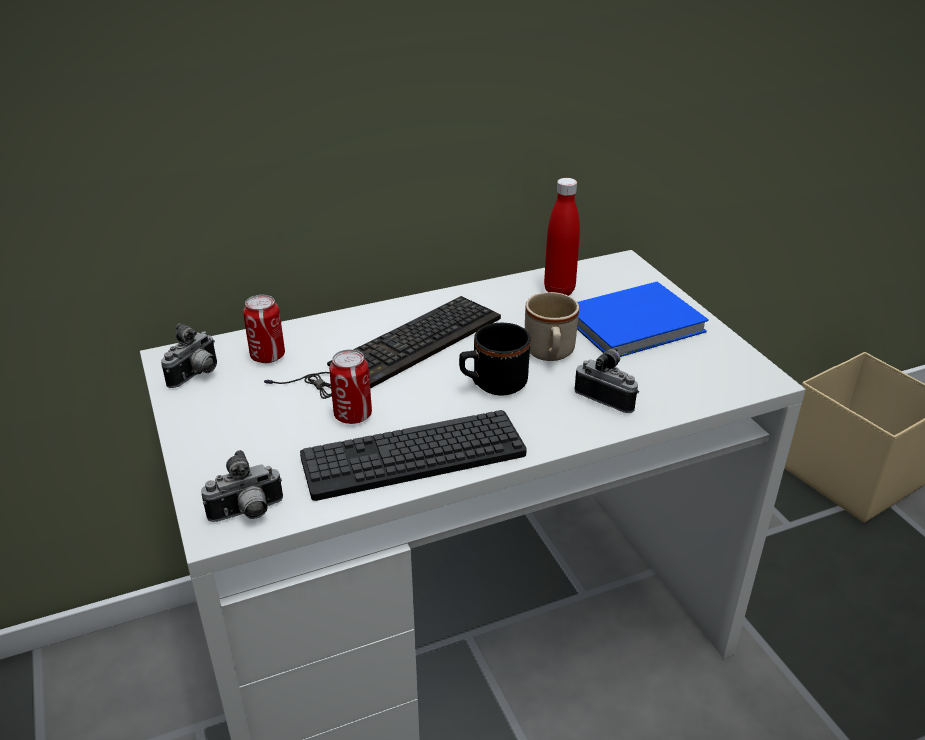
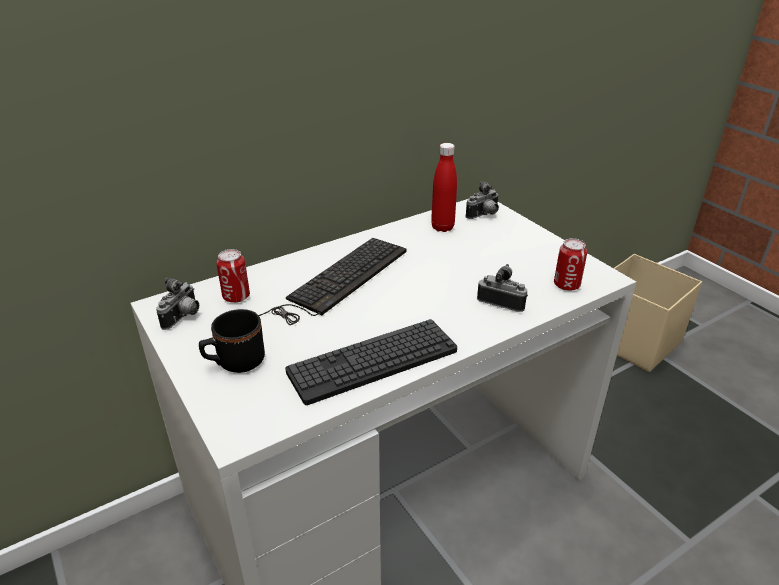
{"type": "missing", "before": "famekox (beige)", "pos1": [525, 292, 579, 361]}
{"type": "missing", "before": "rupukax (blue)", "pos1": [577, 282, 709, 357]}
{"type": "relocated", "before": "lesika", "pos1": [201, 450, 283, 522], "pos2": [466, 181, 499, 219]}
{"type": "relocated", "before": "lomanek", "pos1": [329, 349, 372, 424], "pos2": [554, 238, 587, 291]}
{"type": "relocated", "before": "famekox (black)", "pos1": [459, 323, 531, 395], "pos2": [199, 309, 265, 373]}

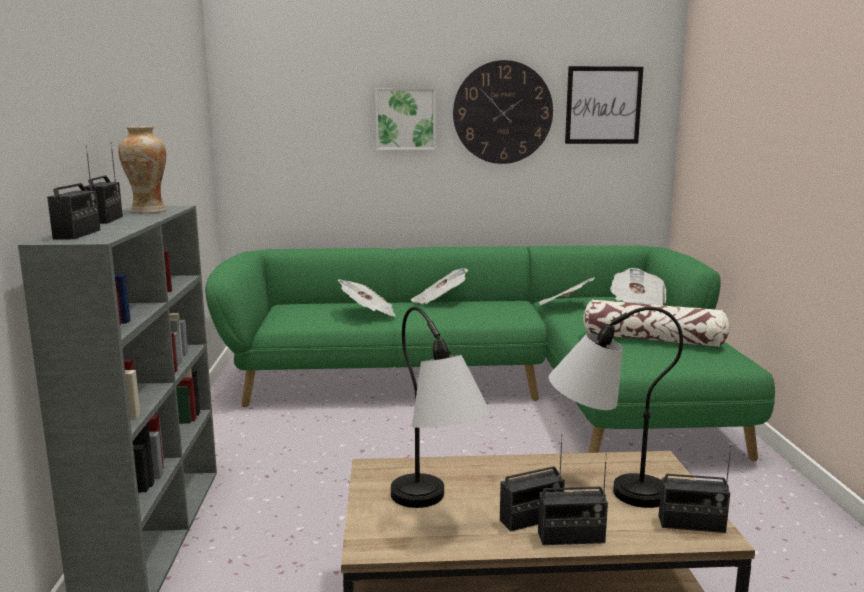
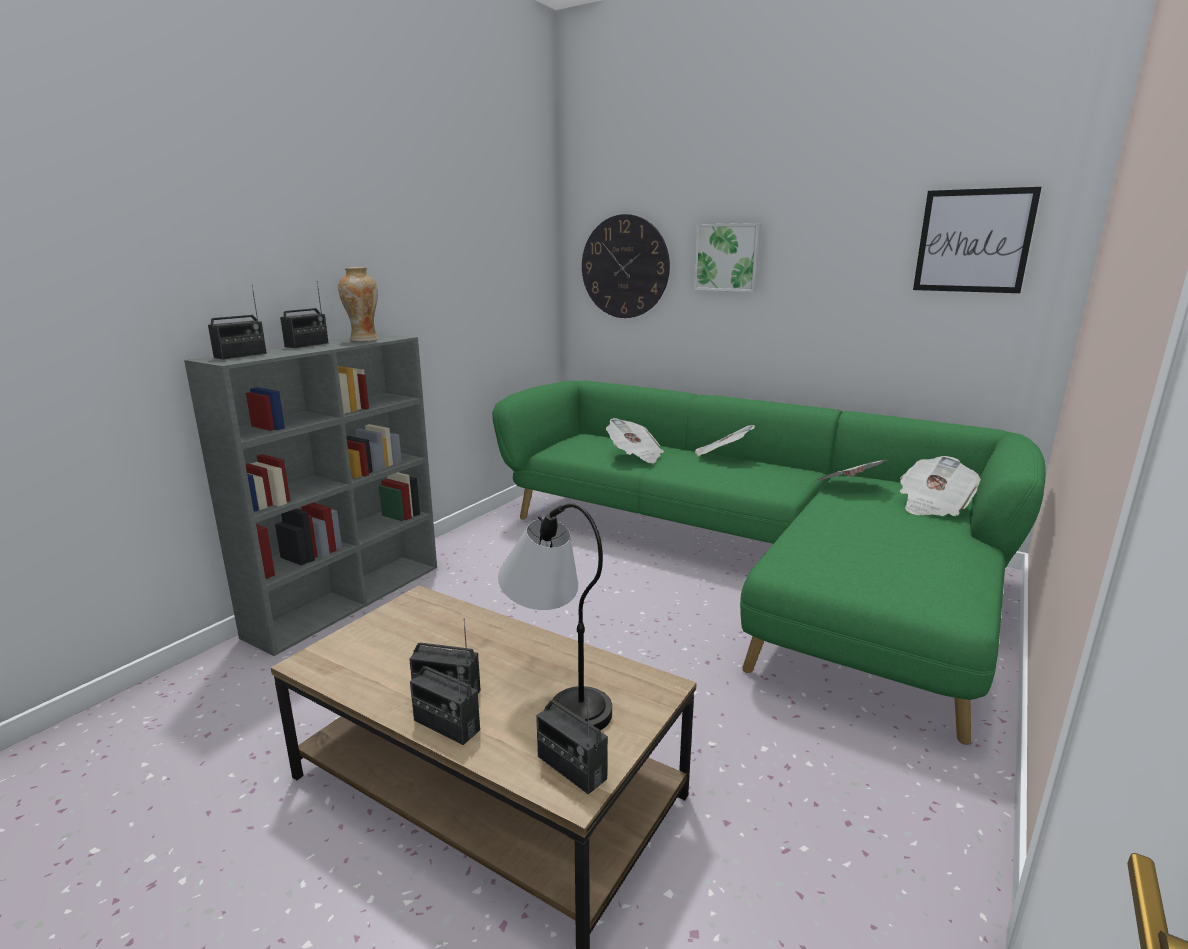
{"type": "missing", "before": "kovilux", "pos1": [391, 307, 491, 508]}
{"type": "missing", "before": "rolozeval", "pos1": [583, 299, 729, 347]}
{"type": "relocated", "before": "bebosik", "pos1": [453, 60, 553, 164], "pos2": [582, 214, 670, 318]}

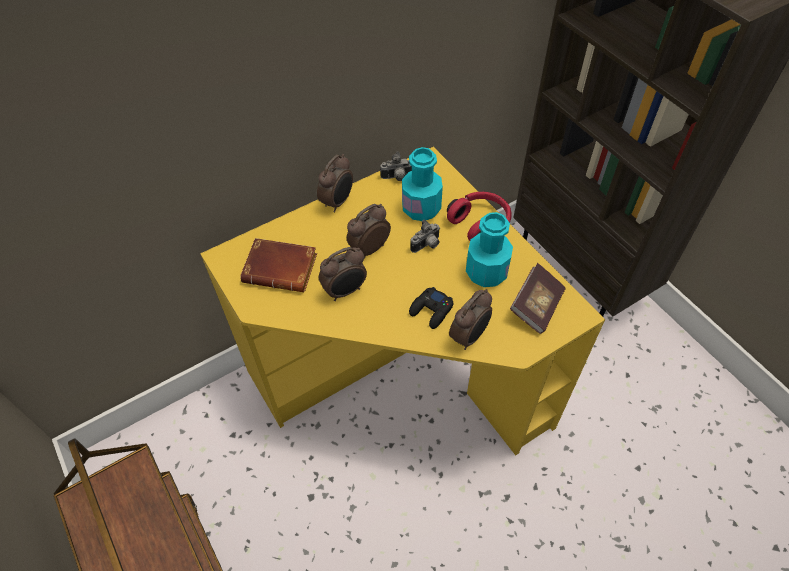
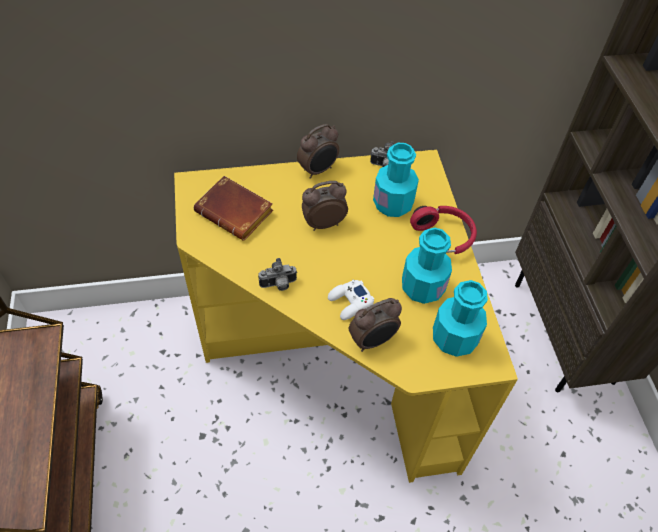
{"type": "missing", "before": "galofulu", "pos1": [319, 247, 367, 301]}
{"type": "relocated", "before": "lesika", "pos1": [410, 219, 440, 253], "pos2": [258, 258, 297, 291]}
{"type": "exchanged", "before": "rupukax", "after": "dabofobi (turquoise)", "pos1": [510, 263, 566, 334], "pos2": [433, 280, 488, 357]}
{"type": "colour", "before": "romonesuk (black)", "after": "romonesuk (white)", "pos1": [409, 287, 454, 329], "pos2": [328, 280, 374, 320]}

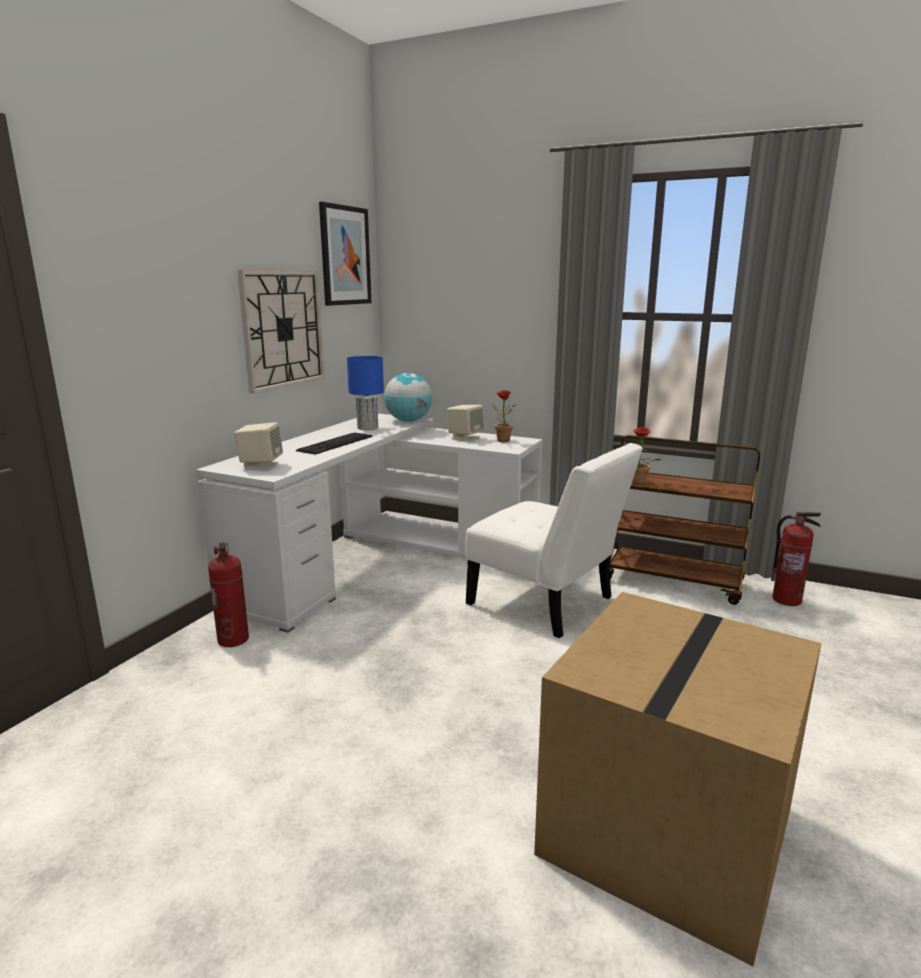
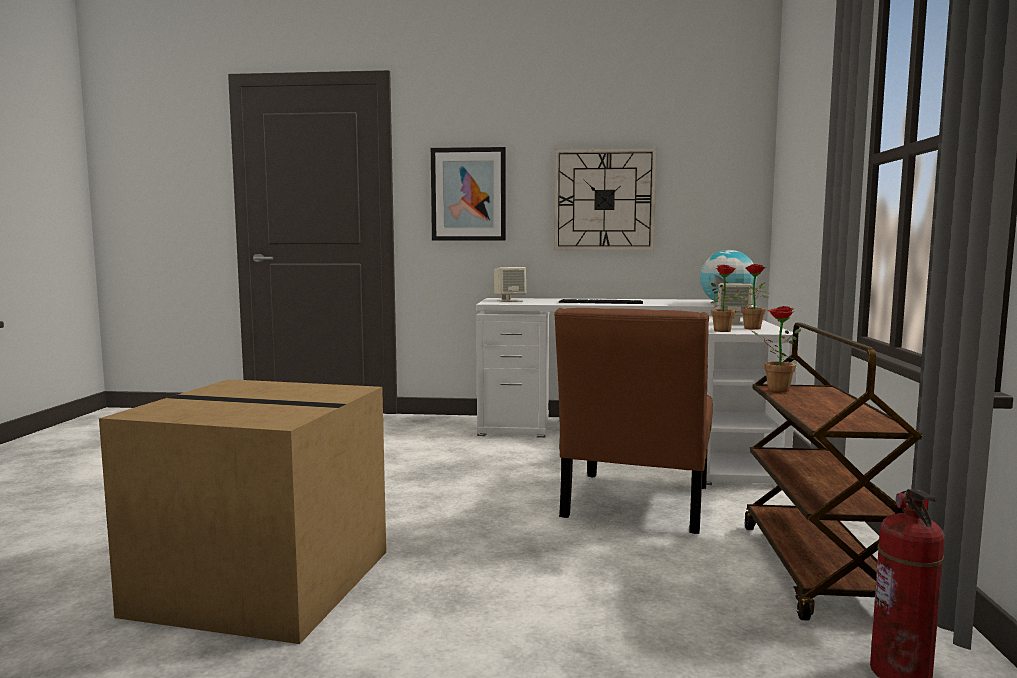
{"type": "missing", "before": "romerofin", "pos1": [208, 542, 249, 647]}
{"type": "missing", "before": "kovilux (blue)", "pos1": [347, 356, 384, 430]}
{"type": "appeared", "after": "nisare", "pos2": [711, 265, 751, 332]}
{"type": "relocated", "before": "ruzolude", "pos1": [319, 202, 371, 306], "pos2": [431, 147, 506, 241]}
{"type": "colour", "before": "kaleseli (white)", "after": "kaleseli (brown)", "pos1": [465, 443, 643, 638], "pos2": [554, 308, 713, 534]}

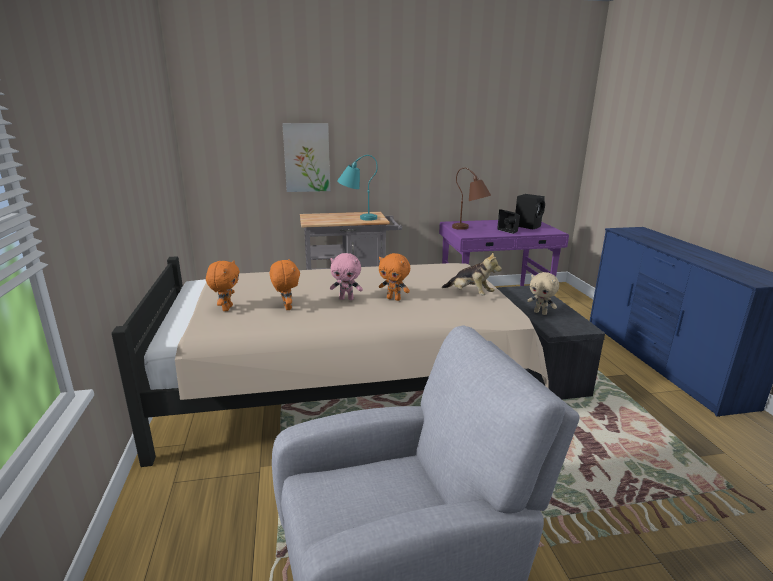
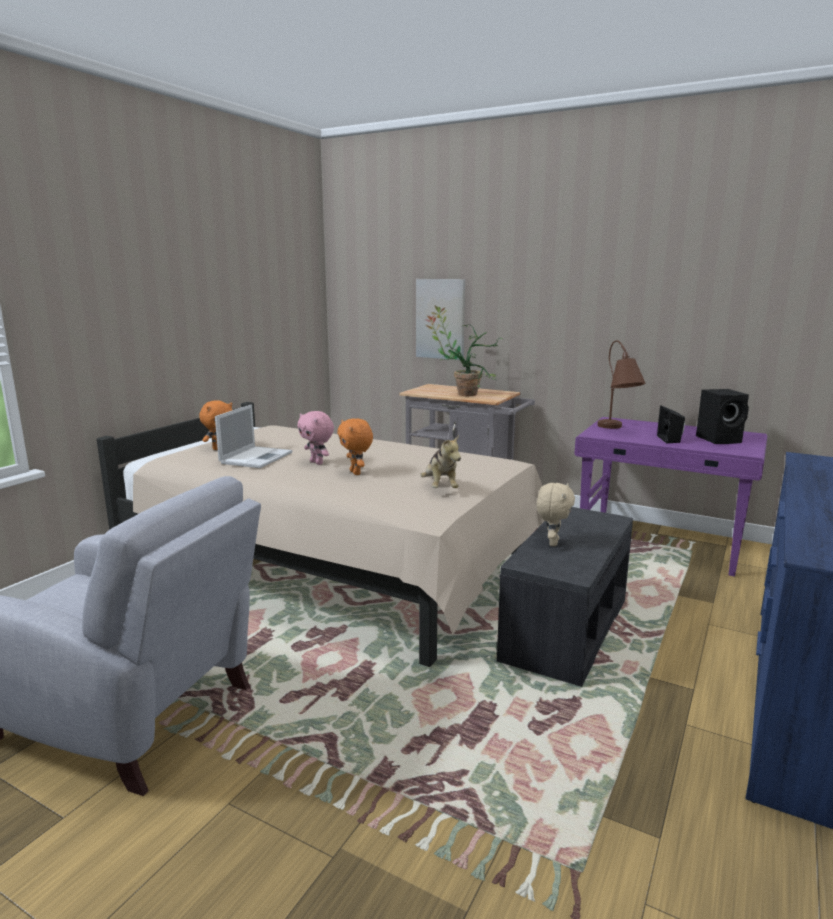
{"type": "exchanged", "before": "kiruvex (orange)", "after": "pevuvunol", "pos1": [270, 259, 300, 310], "pos2": [215, 404, 293, 468]}
{"type": "exchanged", "before": "kovilux (turquoise)", "after": "nisare", "pos1": [337, 155, 378, 221], "pos2": [440, 324, 504, 396]}
{"type": "spun", "before": "kiruvex (beige)", "pos1": [527, 272, 559, 315], "pos2": [537, 483, 575, 546], "turn": -150}

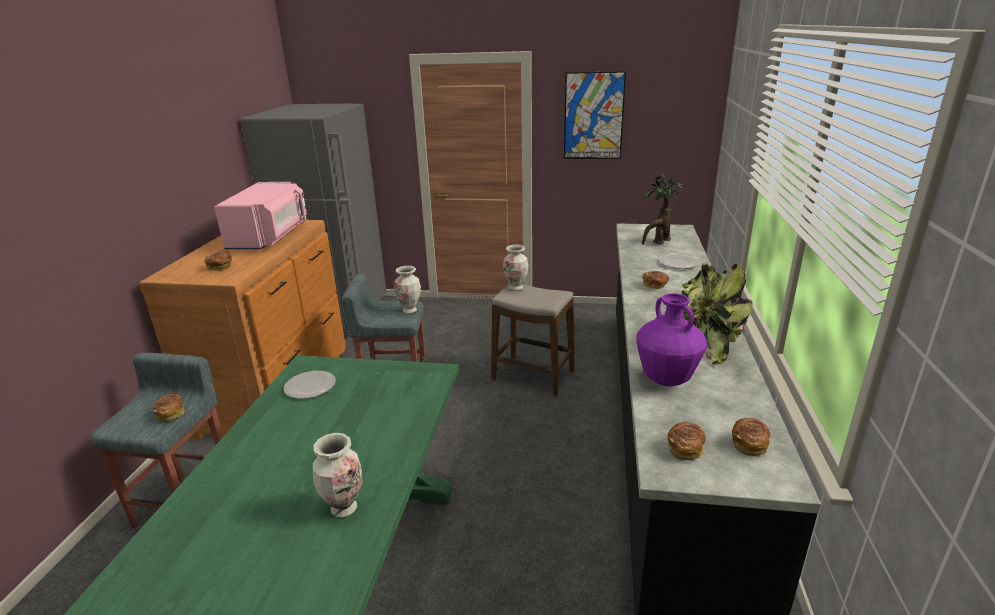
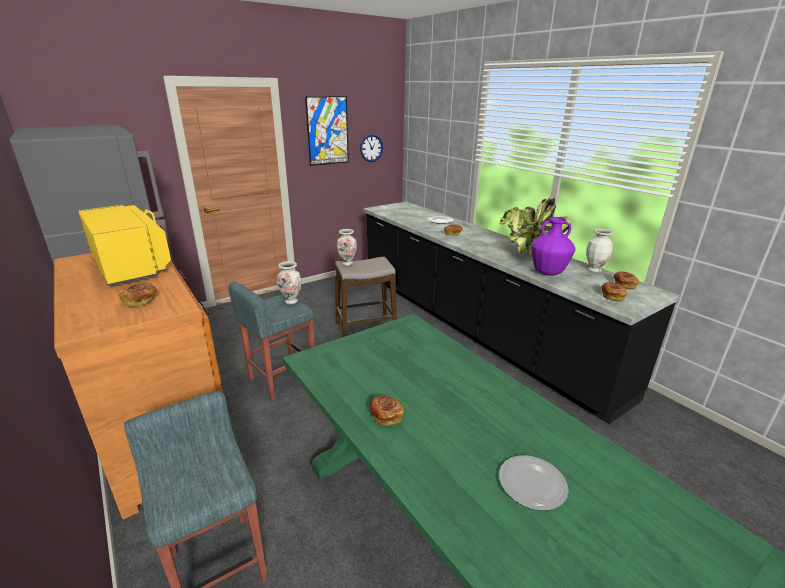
{"type": "missing", "before": "nisare", "pos1": [642, 173, 685, 245]}
{"type": "appeared", "after": "bebosik", "pos2": [360, 134, 383, 162]}
{"type": "relocated", "before": "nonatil", "pos1": [152, 394, 185, 422], "pos2": [369, 395, 404, 426]}
{"type": "relocated", "before": "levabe", "pos1": [284, 371, 336, 399], "pos2": [499, 455, 568, 511]}
{"type": "relocated", "before": "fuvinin", "pos1": [313, 433, 362, 518], "pos2": [586, 228, 613, 273]}
{"type": "colour", "before": "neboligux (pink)", "after": "neboligux (yellow)", "pos1": [214, 182, 307, 249], "pos2": [78, 205, 171, 286]}

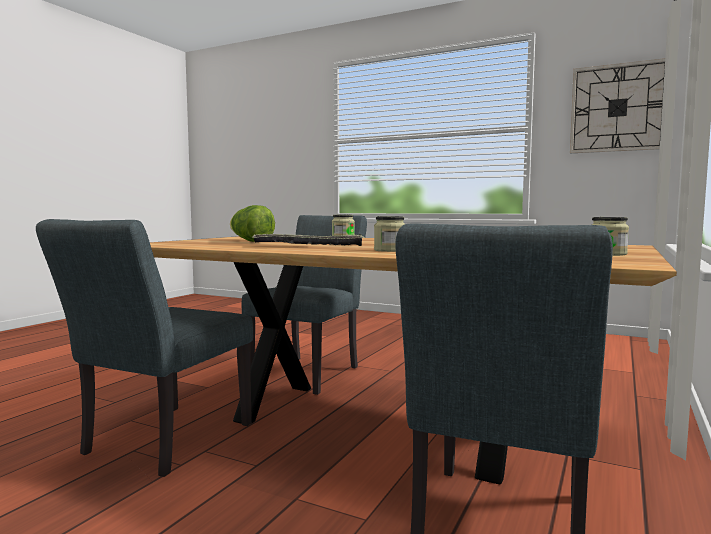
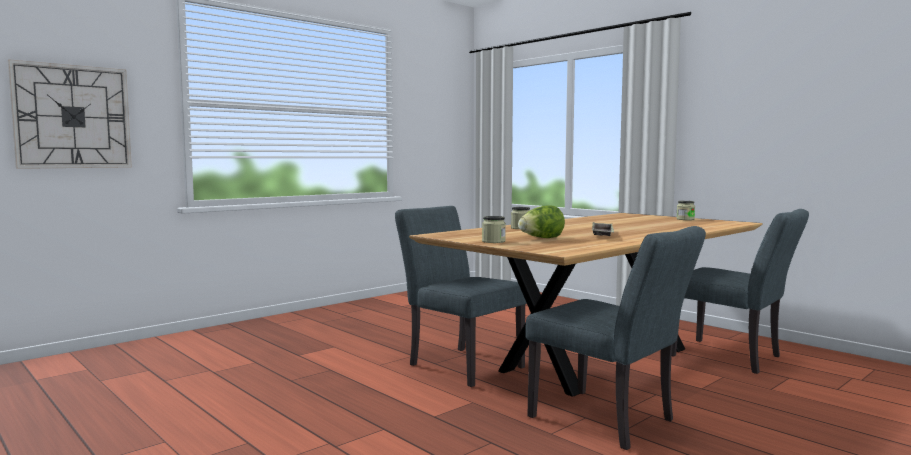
{"type": "relocated", "before": "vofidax", "pos1": [374, 216, 405, 252], "pos2": [482, 216, 506, 243]}
{"type": "relocated", "before": "bebosik", "pos1": [570, 58, 665, 153], "pos2": [8, 59, 132, 169]}

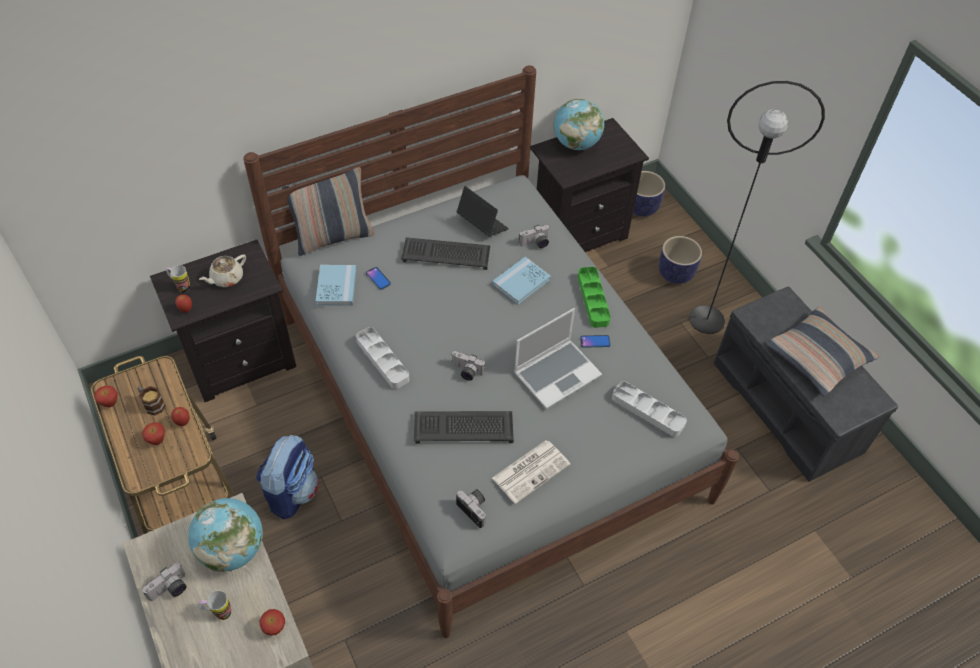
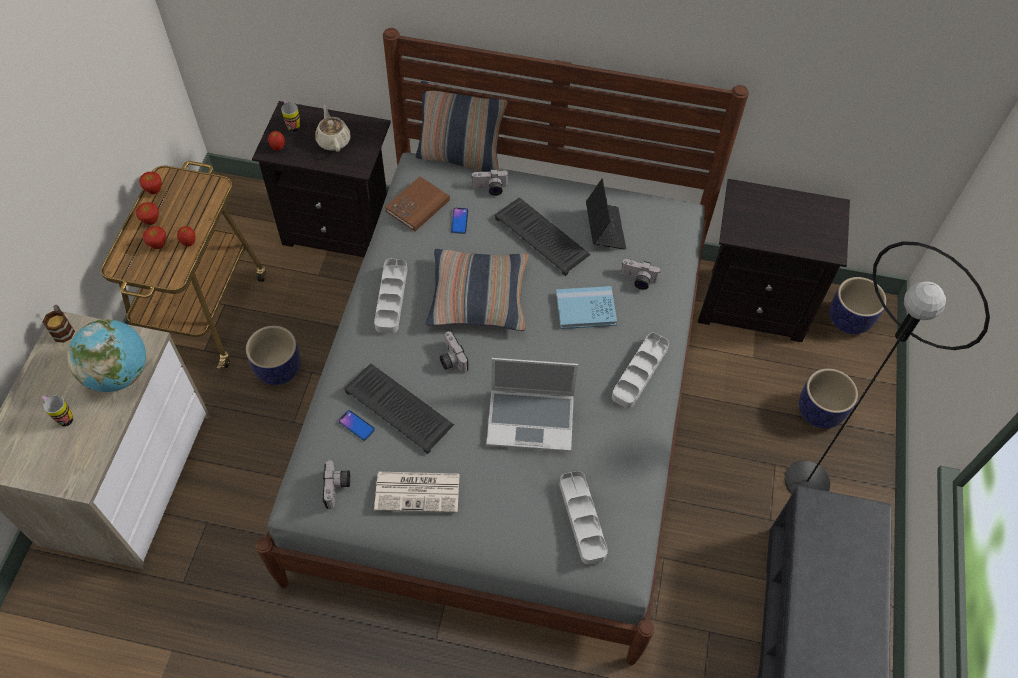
{"type": "missing", "before": "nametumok", "pos1": [554, 99, 604, 150]}
{"type": "relocated", "before": "famekox", "pos1": [137, 386, 166, 415], "pos2": [43, 305, 75, 343]}
{"type": "relocated", "before": "lesika", "pos1": [142, 563, 186, 601], "pos2": [472, 169, 508, 196]}
{"type": "relocated", "before": "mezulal", "pos1": [260, 609, 285, 636], "pos2": [136, 202, 159, 225]}
{"type": "relocated", "before": "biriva", "pos1": [580, 335, 611, 348], "pos2": [339, 410, 375, 441]}
{"type": "relocated", "before": "rolozeval", "pos1": [765, 306, 879, 397], "pos2": [426, 249, 529, 331]}
{"type": "exchanged", "before": "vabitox", "after": "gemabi", "pos1": [256, 435, 319, 519], "pos2": [246, 326, 301, 385]}
{"type": "colour", "before": "rupukax (blue)", "after": "rupukax (brown)", "pos1": [316, 265, 356, 306], "pos2": [385, 177, 450, 231]}
{"type": "colour", "before": "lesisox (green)", "after": "lesisox (grey)", "pos1": [578, 267, 611, 328], "pos2": [612, 333, 669, 408]}
{"type": "spun", "before": "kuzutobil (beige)", "pos1": [199, 254, 246, 287], "pos2": [315, 105, 351, 152], "turn": 75}

